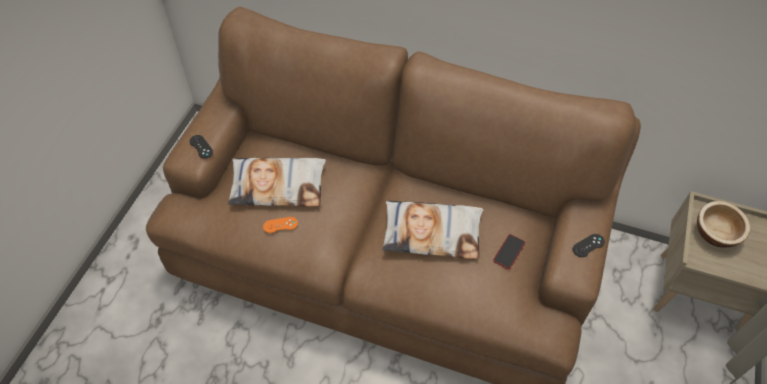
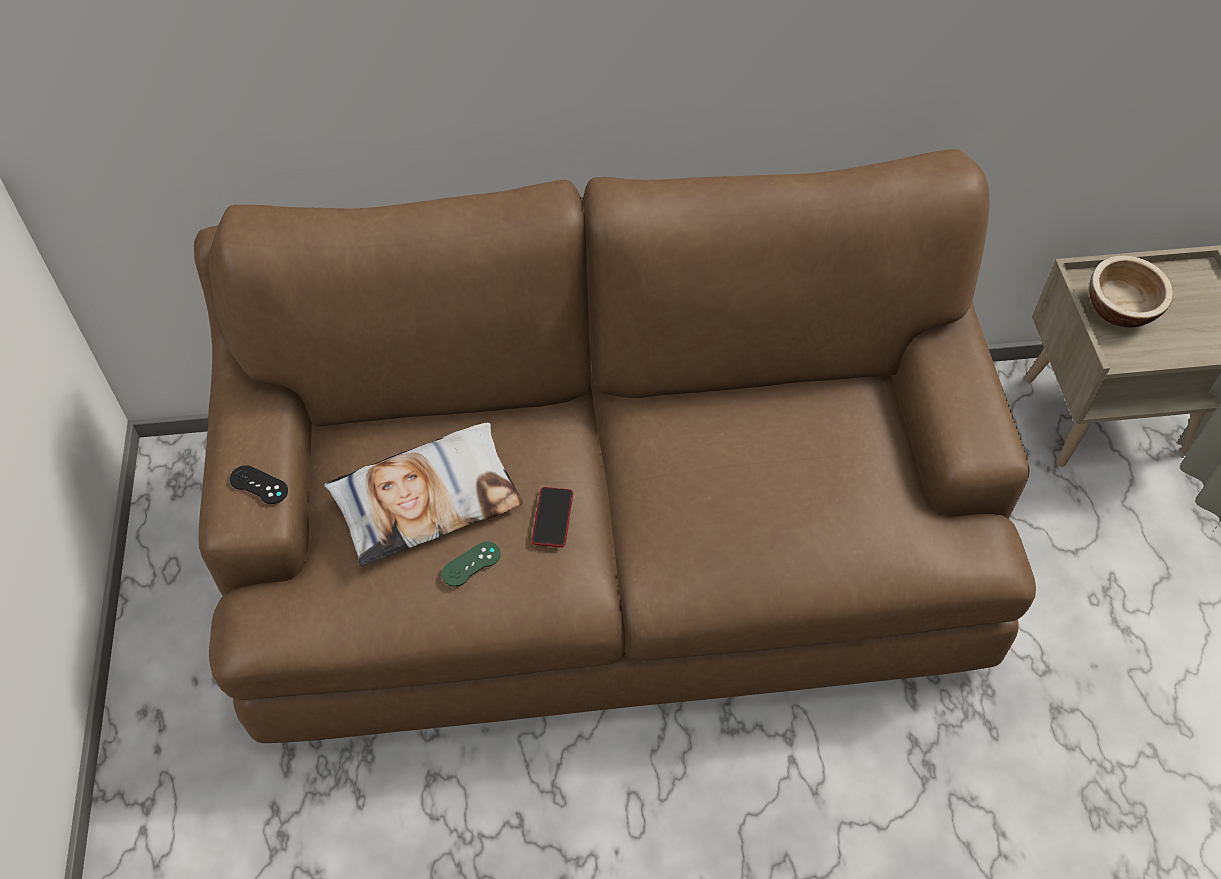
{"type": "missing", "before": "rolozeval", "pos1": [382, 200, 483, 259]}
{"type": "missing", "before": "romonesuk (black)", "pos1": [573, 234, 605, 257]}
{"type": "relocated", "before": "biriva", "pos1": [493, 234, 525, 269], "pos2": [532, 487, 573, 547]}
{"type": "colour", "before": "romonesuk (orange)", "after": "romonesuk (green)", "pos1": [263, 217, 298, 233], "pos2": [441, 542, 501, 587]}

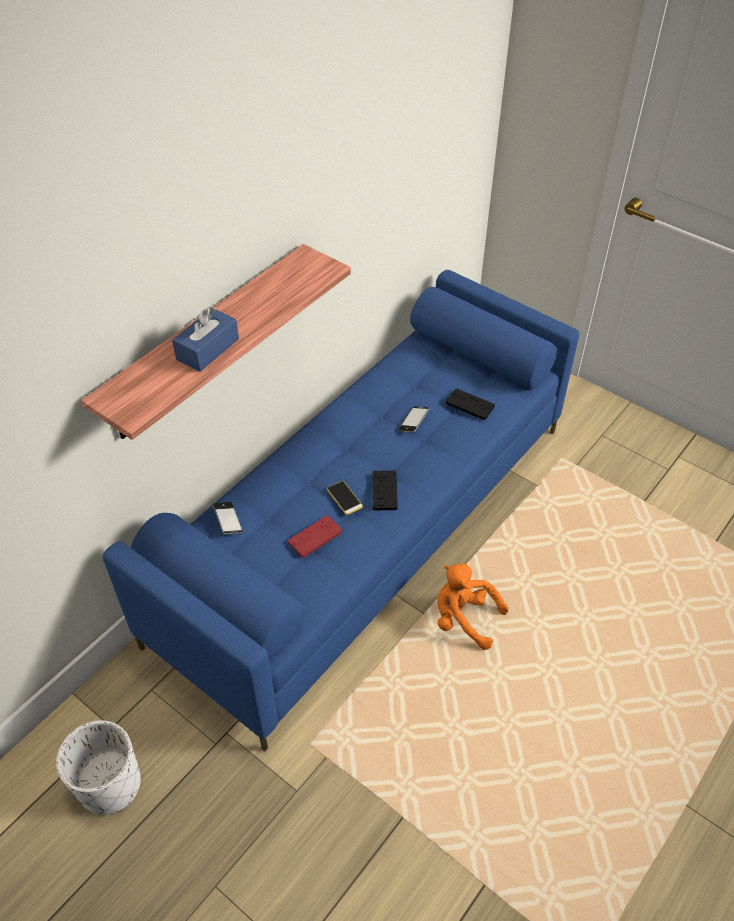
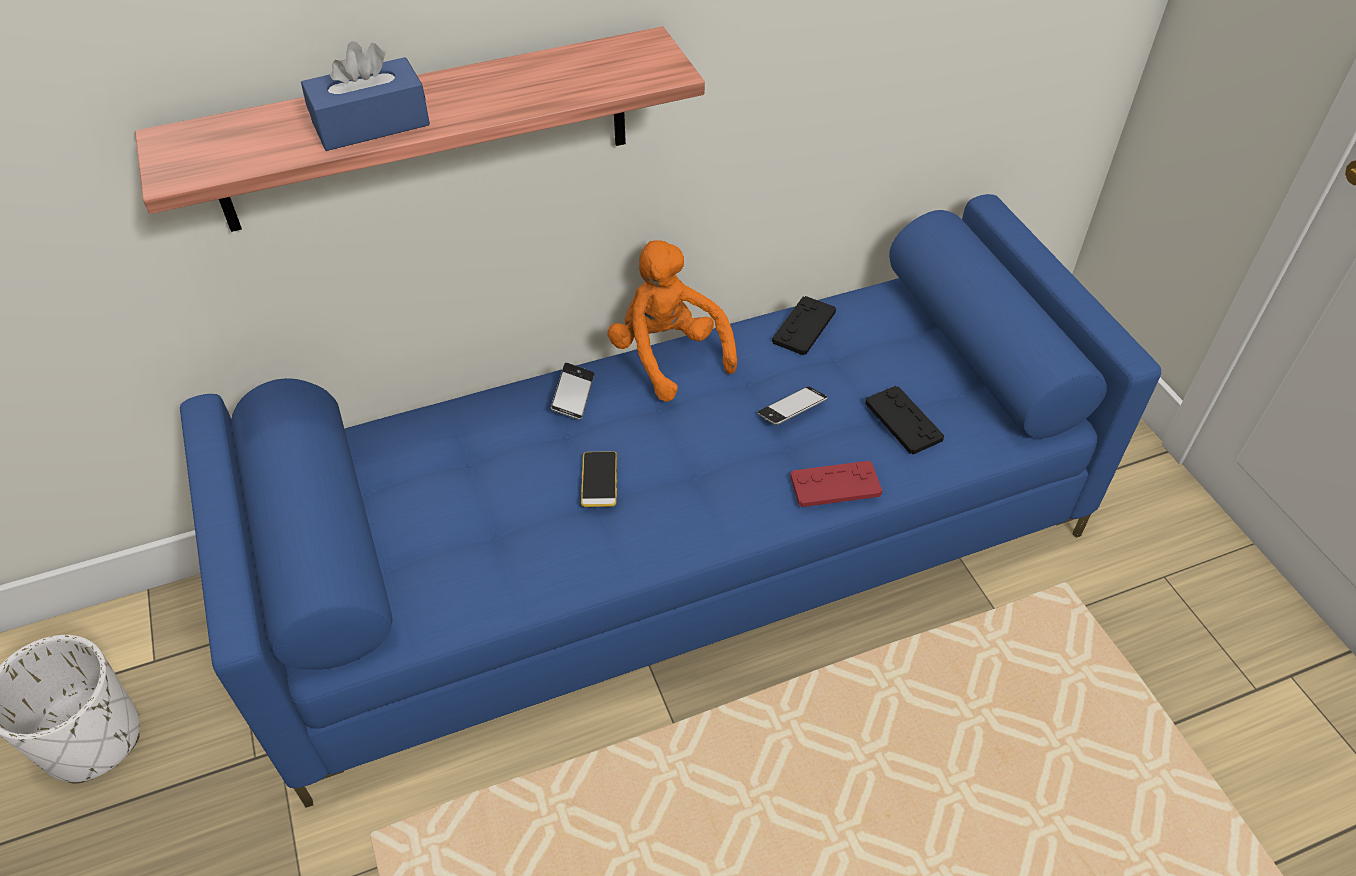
{"type": "relocated", "before": "biriva", "pos1": [213, 502, 243, 535], "pos2": [550, 363, 594, 420]}
{"type": "relocated", "before": "romonesuk (red)", "pos1": [288, 515, 342, 558], "pos2": [790, 461, 882, 507]}
{"type": "relocated", "before": "romonesuk (black)", "pos1": [373, 471, 398, 510], "pos2": [772, 296, 836, 355]}
{"type": "relocated", "before": "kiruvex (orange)", "pos1": [437, 564, 509, 650], "pos2": [607, 240, 737, 402]}

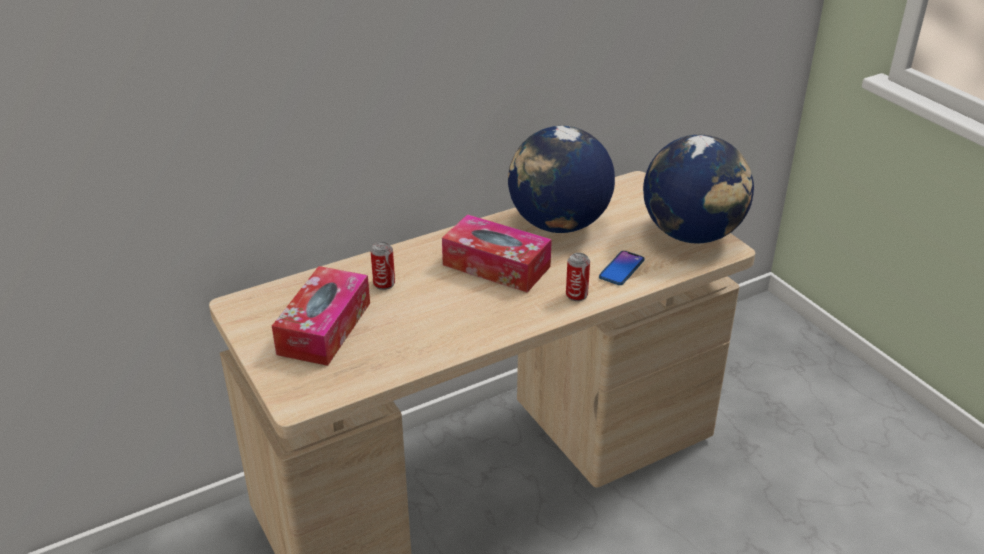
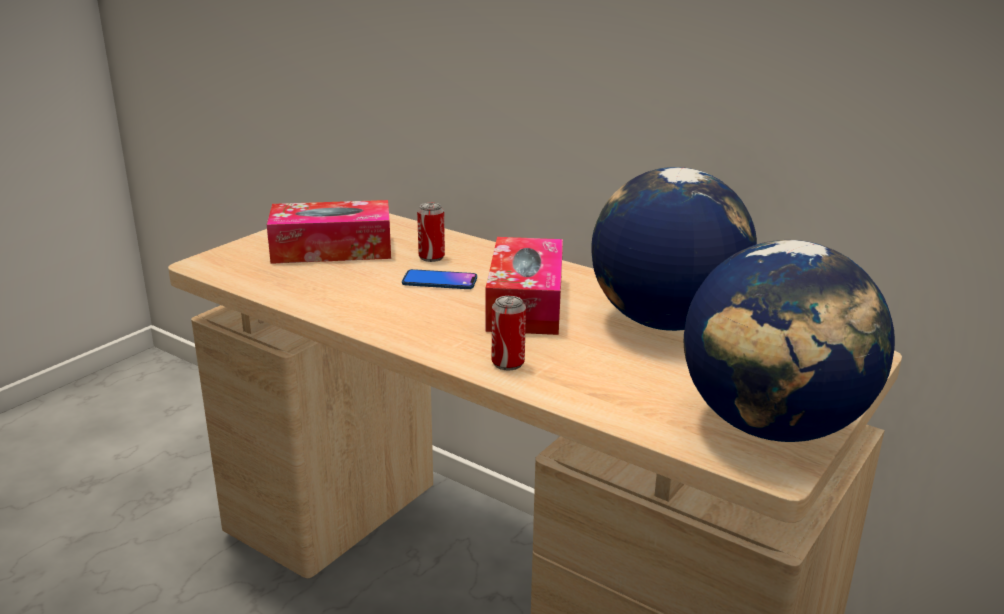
{"type": "relocated", "before": "biriva", "pos1": [599, 251, 644, 285], "pos2": [402, 269, 477, 289]}

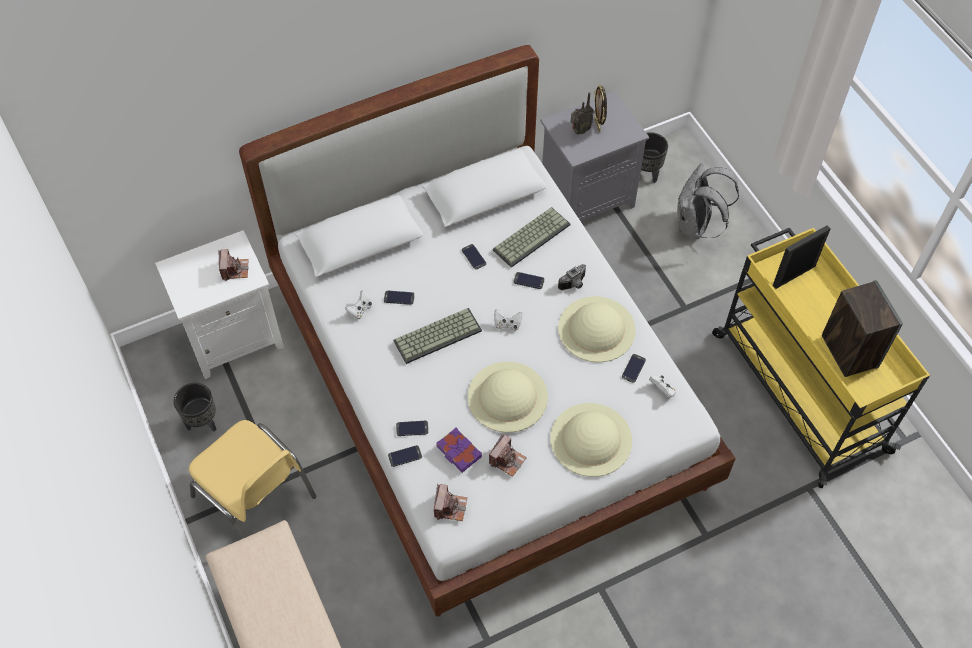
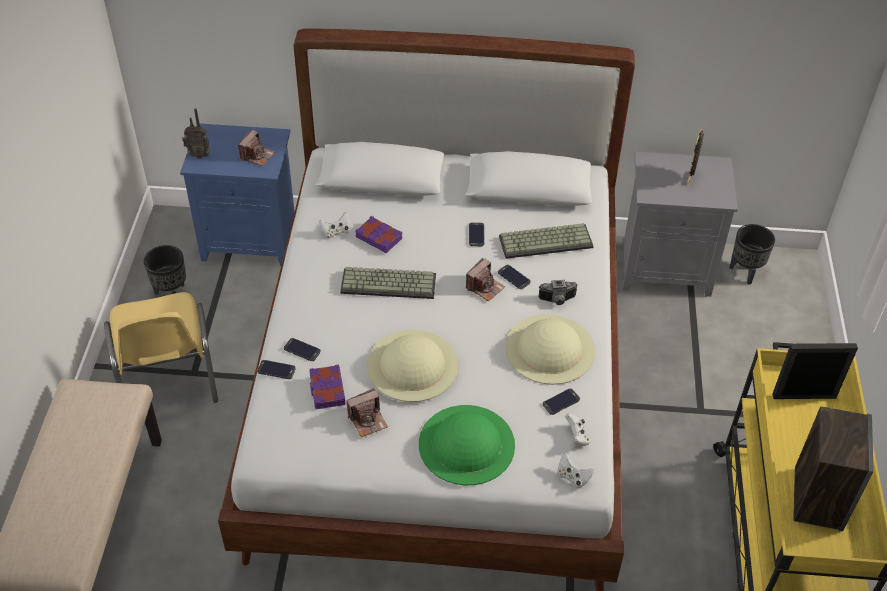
{"type": "missing", "before": "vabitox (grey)", "pos1": [677, 163, 739, 239]}
{"type": "relocated", "before": "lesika", "pos1": [434, 484, 467, 521], "pos2": [466, 258, 505, 301]}
{"type": "relocated", "before": "romonesuk (white)", "pos1": [494, 309, 523, 331], "pos2": [557, 453, 594, 488]}
{"type": "relocated", "before": "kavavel", "pos1": [571, 92, 594, 135], "pos2": [182, 108, 210, 158]}
{"type": "exchanged", "before": "biriva", "after": "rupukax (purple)", "pos1": [384, 291, 415, 305], "pos2": [355, 216, 402, 253]}
{"type": "colour", "before": "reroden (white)", "after": "reroden (blue)", "pos1": [155, 230, 284, 379], "pos2": [180, 124, 295, 266]}
{"type": "colour", "before": "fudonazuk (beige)", "after": "fudonazuk (green)", "pos1": [550, 403, 632, 477], "pos2": [419, 405, 515, 485]}

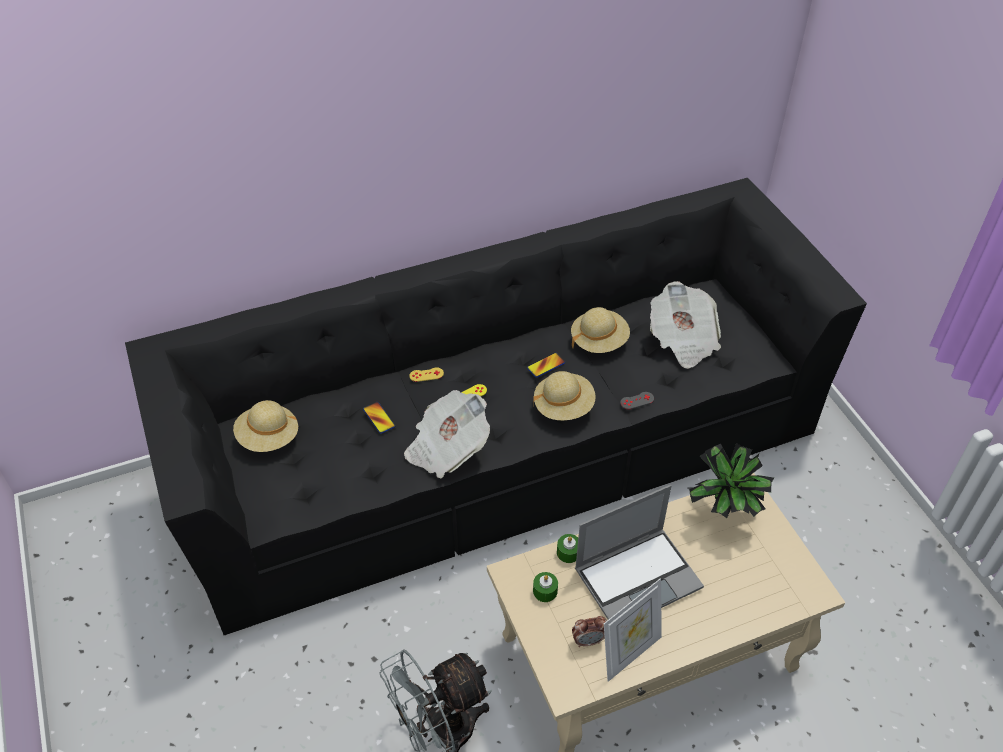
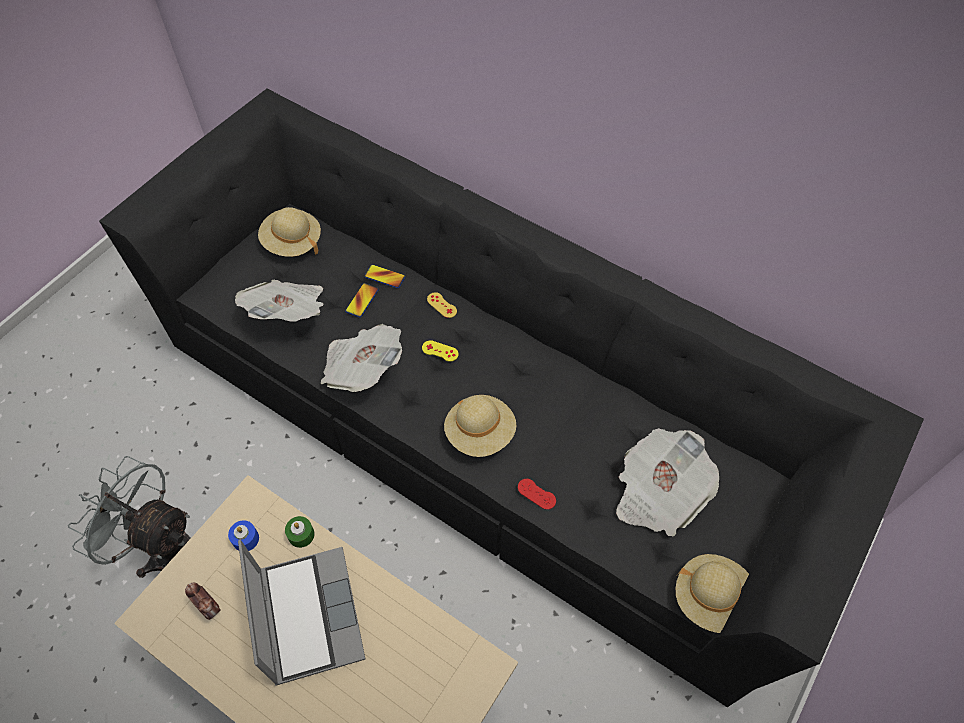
{"type": "missing", "before": "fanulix", "pos1": [604, 578, 662, 682]}
{"type": "missing", "before": "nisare", "pos1": [689, 443, 774, 518]}
{"type": "appeared", "after": "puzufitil", "pos2": [235, 279, 324, 322]}
{"type": "relocated", "before": "biriva", "pos1": [527, 353, 565, 378], "pos2": [364, 264, 405, 288]}
{"type": "relocated", "before": "fudonazuk (beige)", "pos1": [571, 307, 630, 353], "pos2": [676, 554, 749, 633]}
{"type": "colour", "before": "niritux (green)", "after": "niritux (blue)", "pos1": [533, 572, 558, 602], "pos2": [228, 520, 259, 551]}
{"type": "colour", "before": "romonesuk (grey)", "after": "romonesuk (red)", "pos1": [620, 392, 654, 409], "pos2": [518, 479, 556, 510]}
{"type": "spun", "before": "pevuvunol", "pos1": [575, 485, 704, 620], "pos2": [238, 539, 366, 686], "turn": -135}

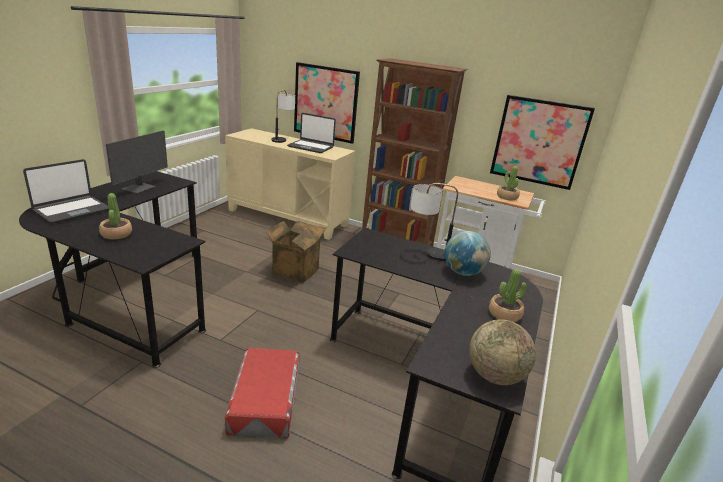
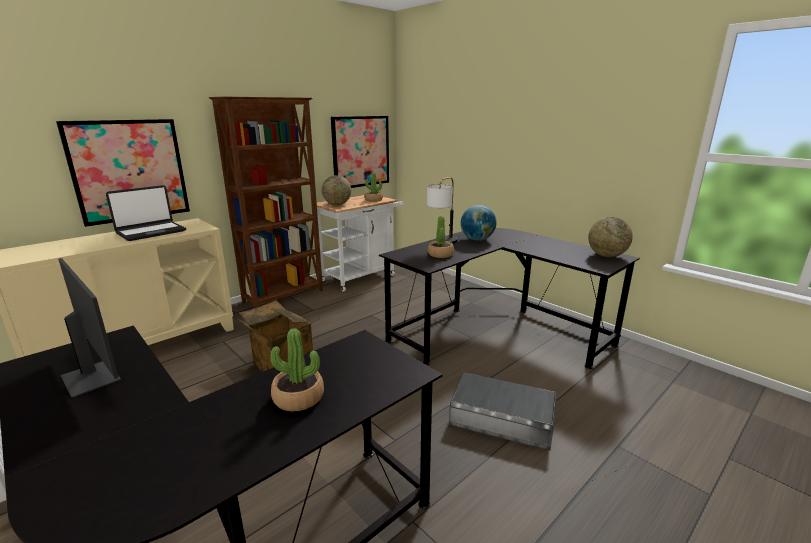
{"type": "missing", "before": "pevuvunol", "pos1": [23, 159, 109, 223]}
{"type": "missing", "before": "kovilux", "pos1": [271, 90, 295, 143]}
{"type": "appeared", "after": "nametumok", "pos2": [322, 175, 351, 205]}
{"type": "relocated", "before": "nisare", "pos1": [489, 269, 527, 322], "pos2": [428, 216, 454, 258]}
{"type": "colour", "before": "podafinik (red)", "after": "podafinik (grey)", "pos1": [225, 348, 300, 438], "pos2": [449, 373, 557, 450]}

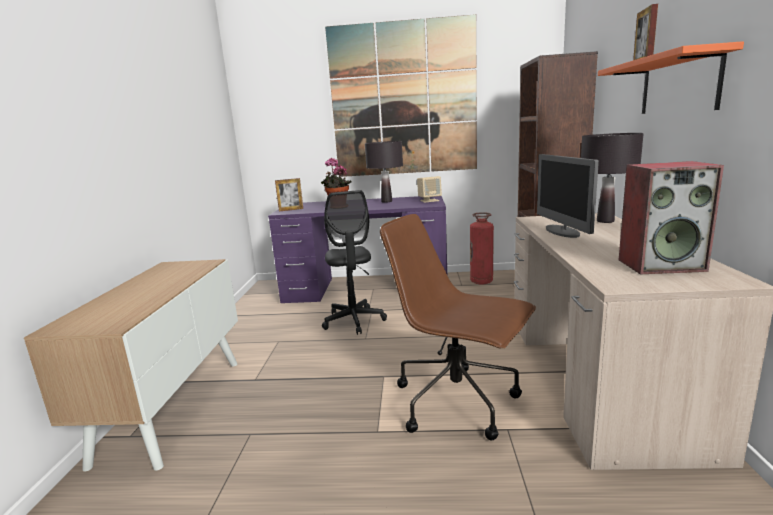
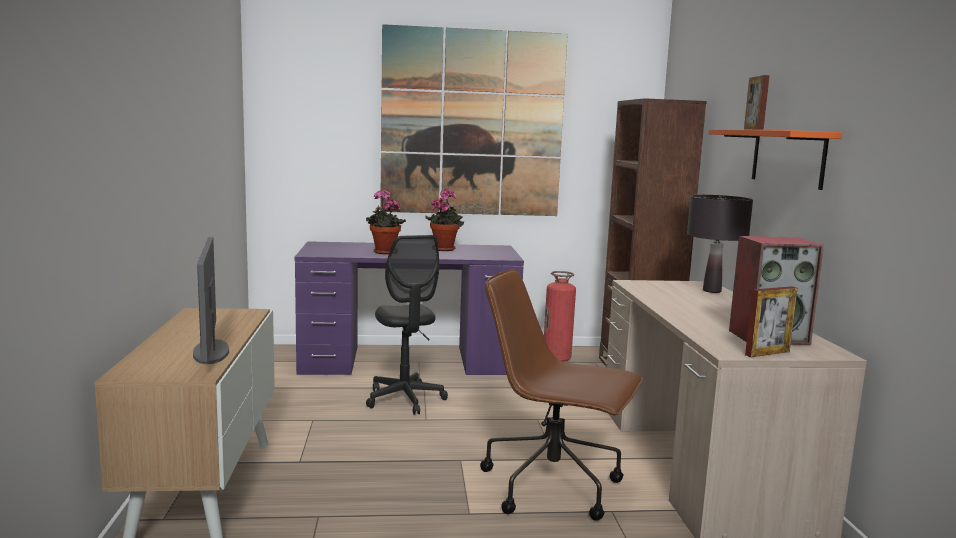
{"type": "missing", "before": "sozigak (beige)", "pos1": [417, 176, 442, 203]}
{"type": "relocated", "before": "fanulix", "pos1": [275, 178, 303, 211], "pos2": [745, 286, 798, 357]}
{"type": "relocated", "before": "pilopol", "pos1": [537, 154, 599, 238], "pos2": [193, 237, 229, 364]}
{"type": "exchanged", "before": "kovilux (black)", "after": "nisare", "pos1": [365, 141, 403, 203], "pos2": [426, 188, 464, 251]}

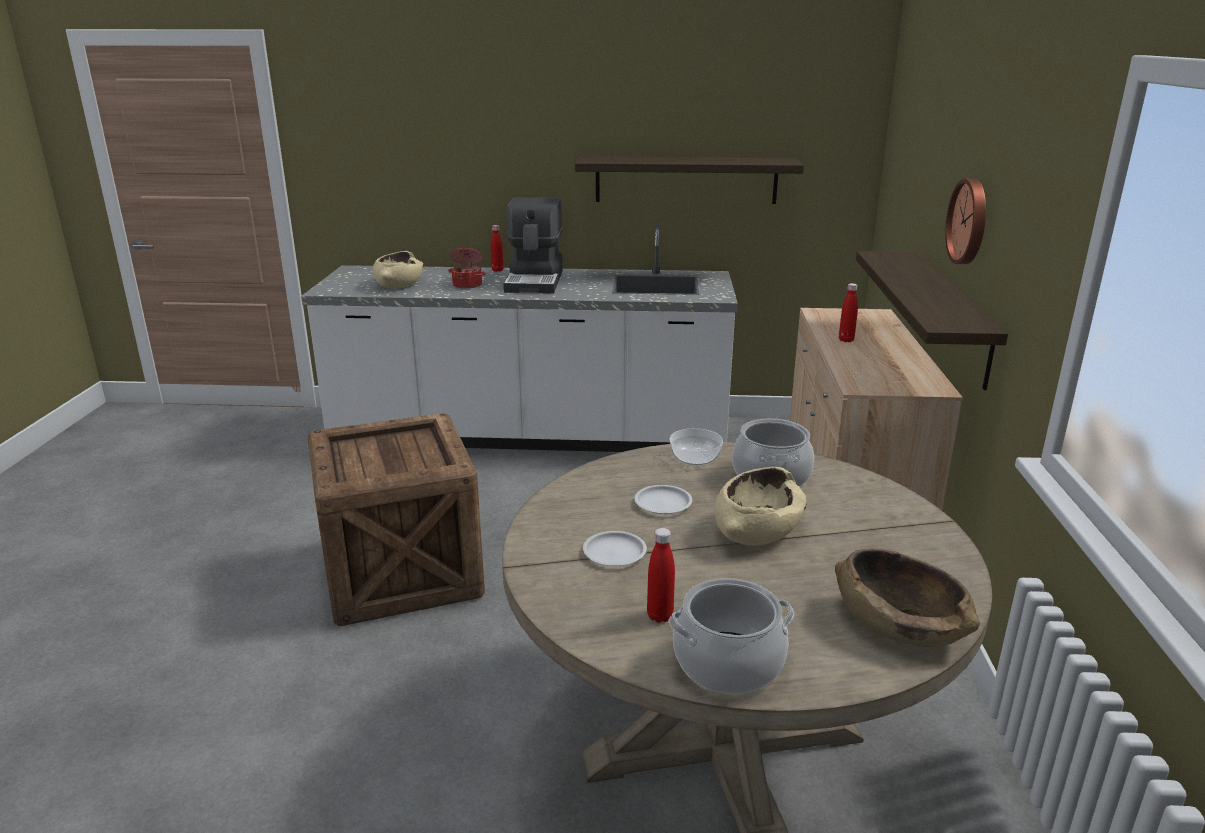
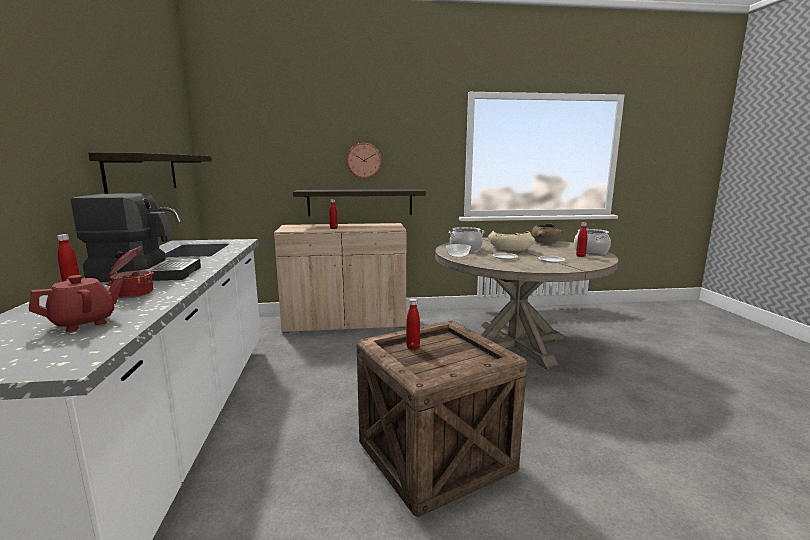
{"type": "appeared", "after": "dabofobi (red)", "pos2": [406, 299, 420, 350]}
{"type": "exchanged", "before": "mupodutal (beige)", "after": "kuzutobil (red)", "pos1": [373, 251, 423, 289], "pos2": [29, 275, 123, 332]}

